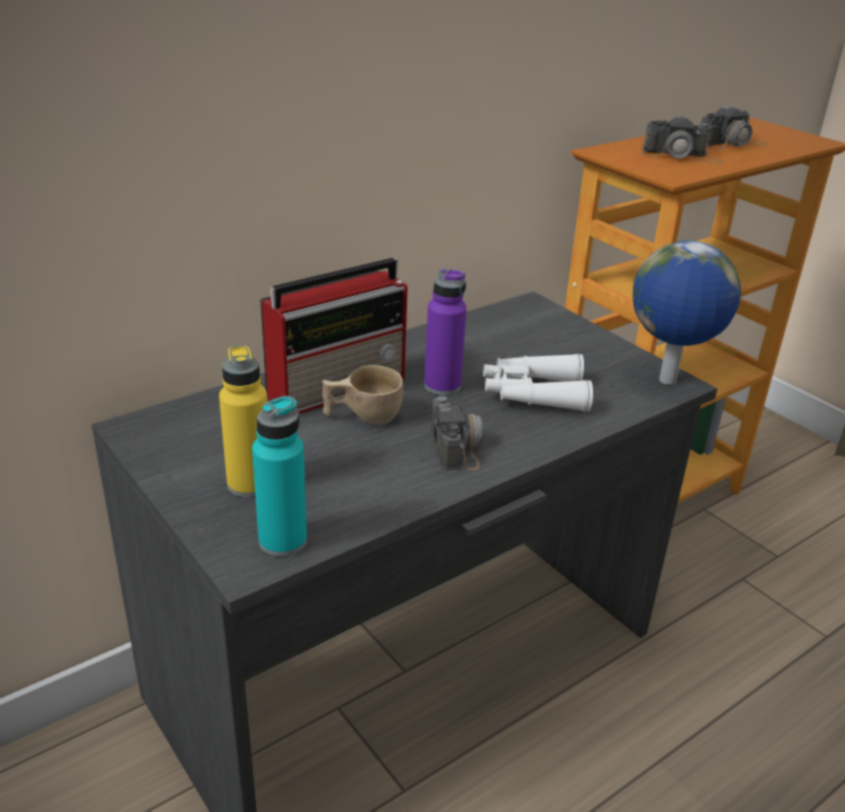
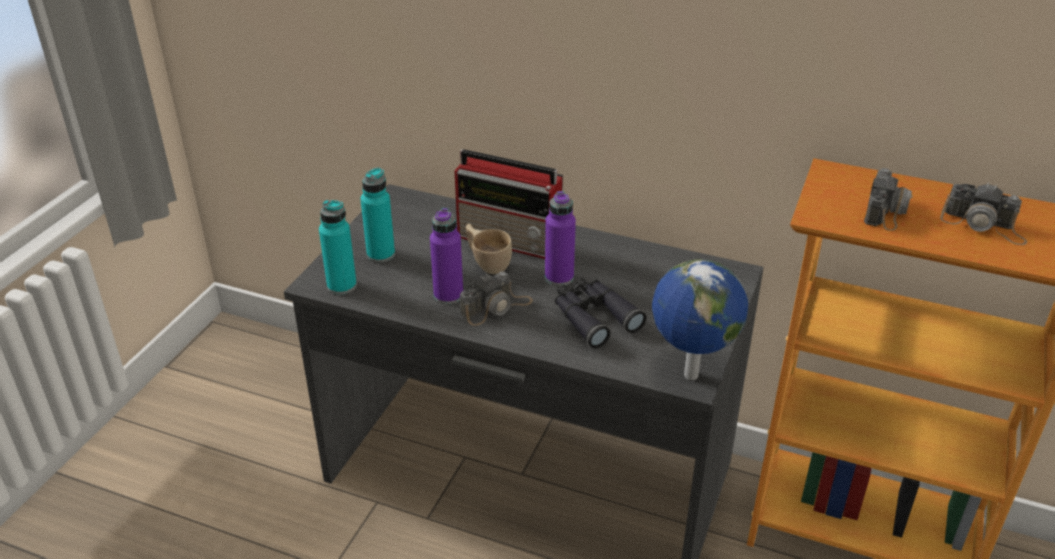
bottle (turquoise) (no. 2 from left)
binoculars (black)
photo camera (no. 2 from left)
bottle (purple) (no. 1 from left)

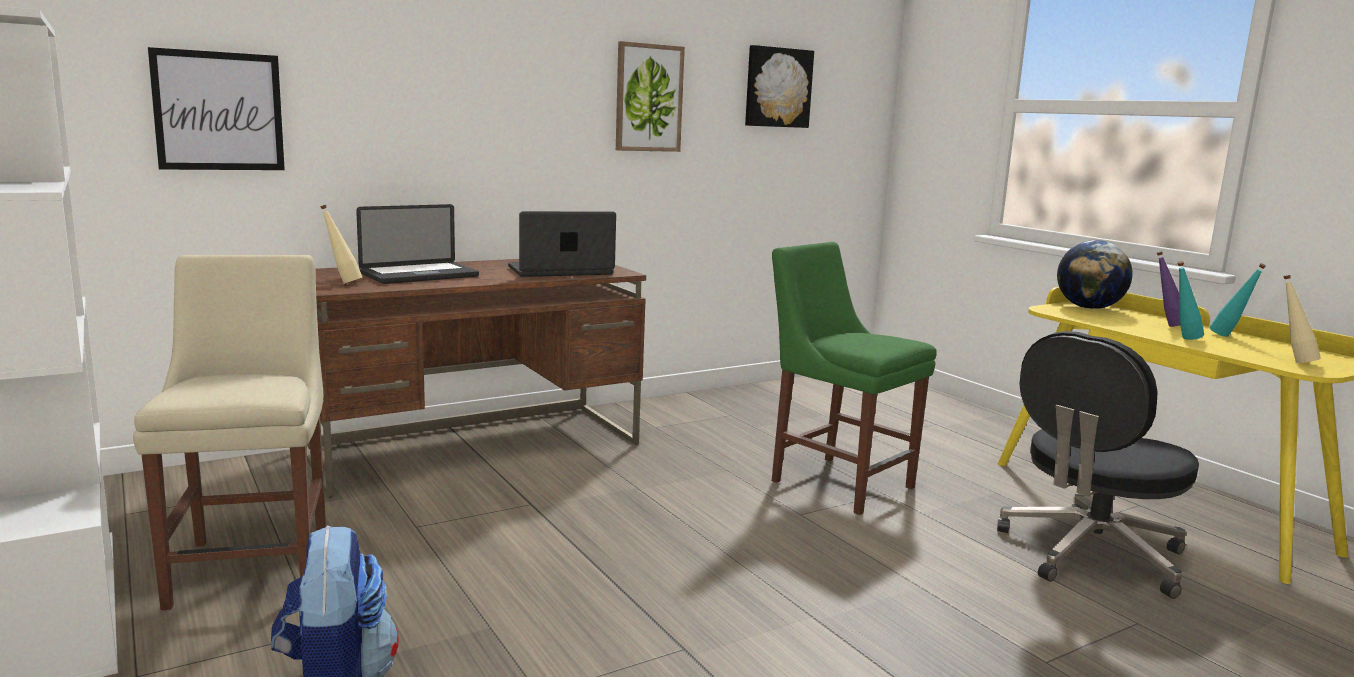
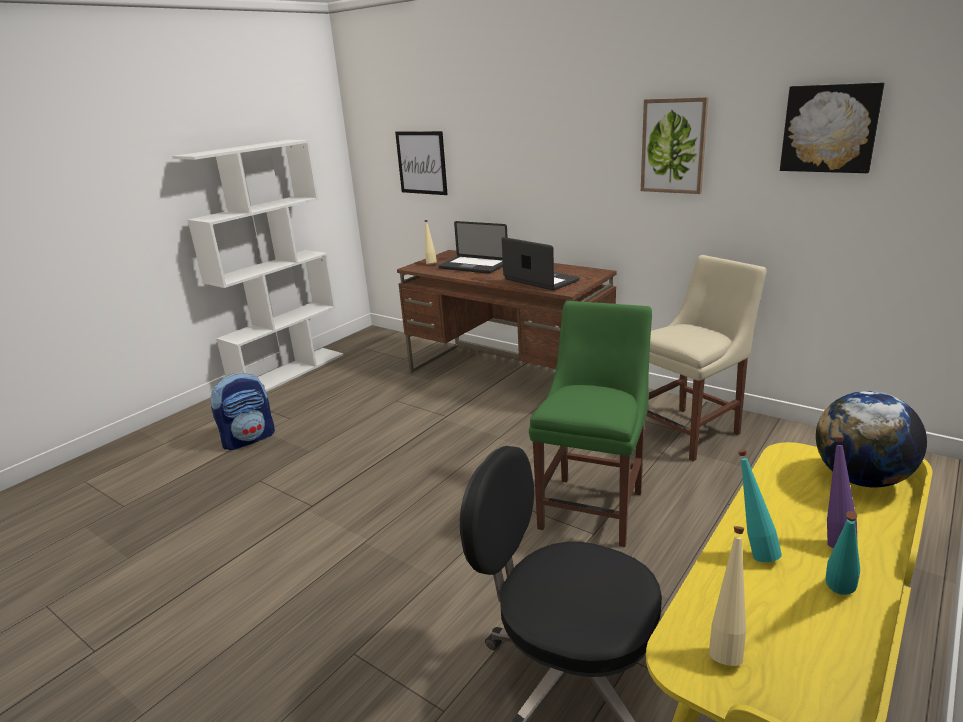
chair (beige)

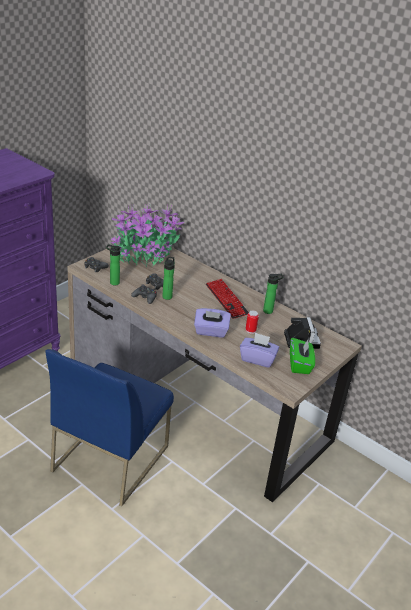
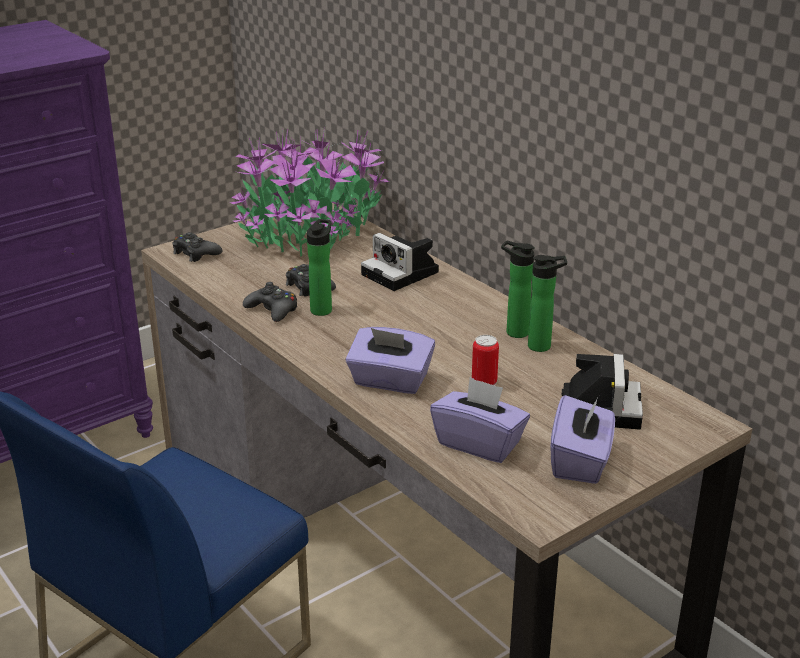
bottle (no. 2 from left)
keyboard
tissue box (purple) (no. 3 from left)
photo camera (no. 1 from left)

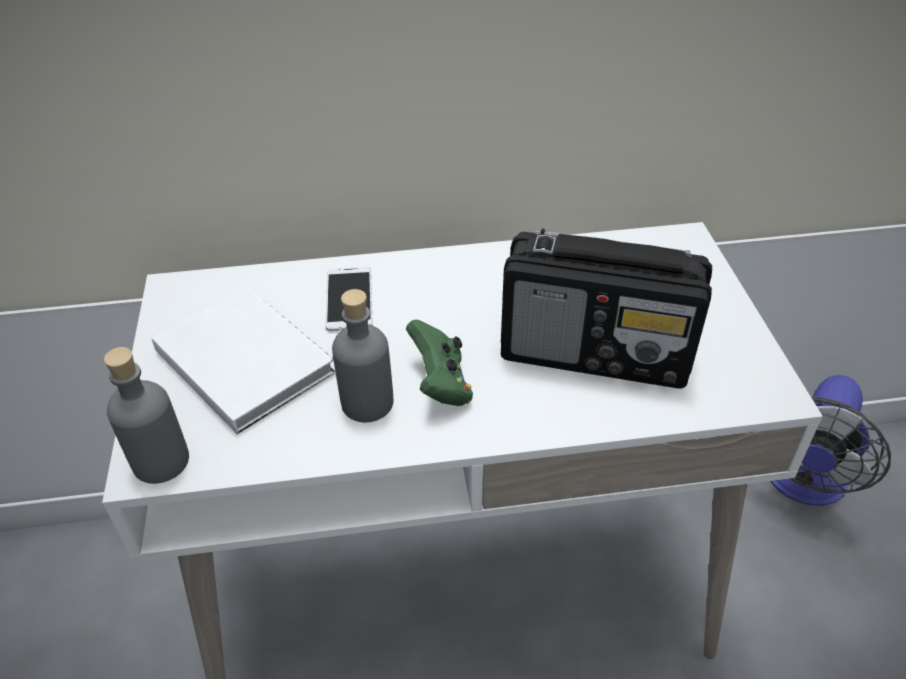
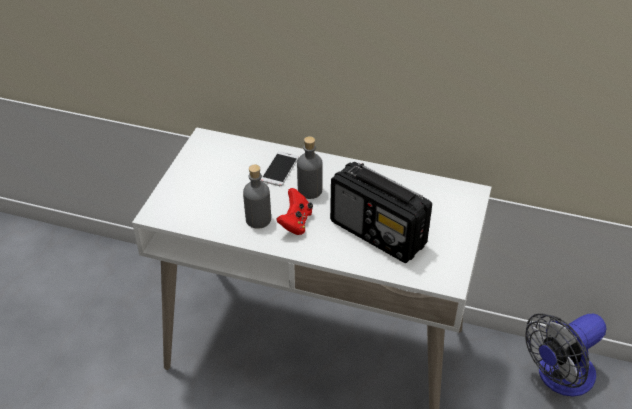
bottle (grey) (no. 2 from left)
book (white)
game controller (red)

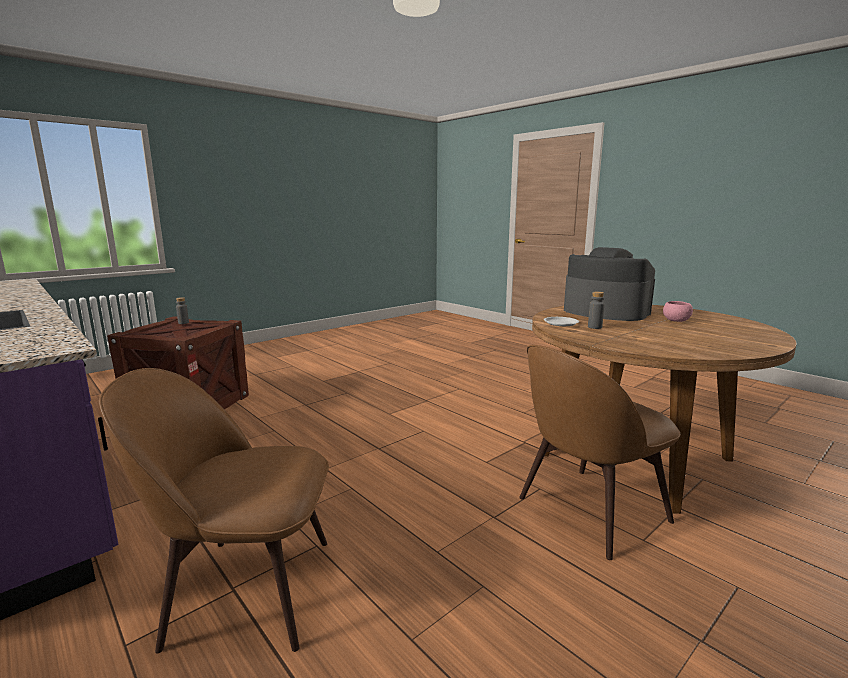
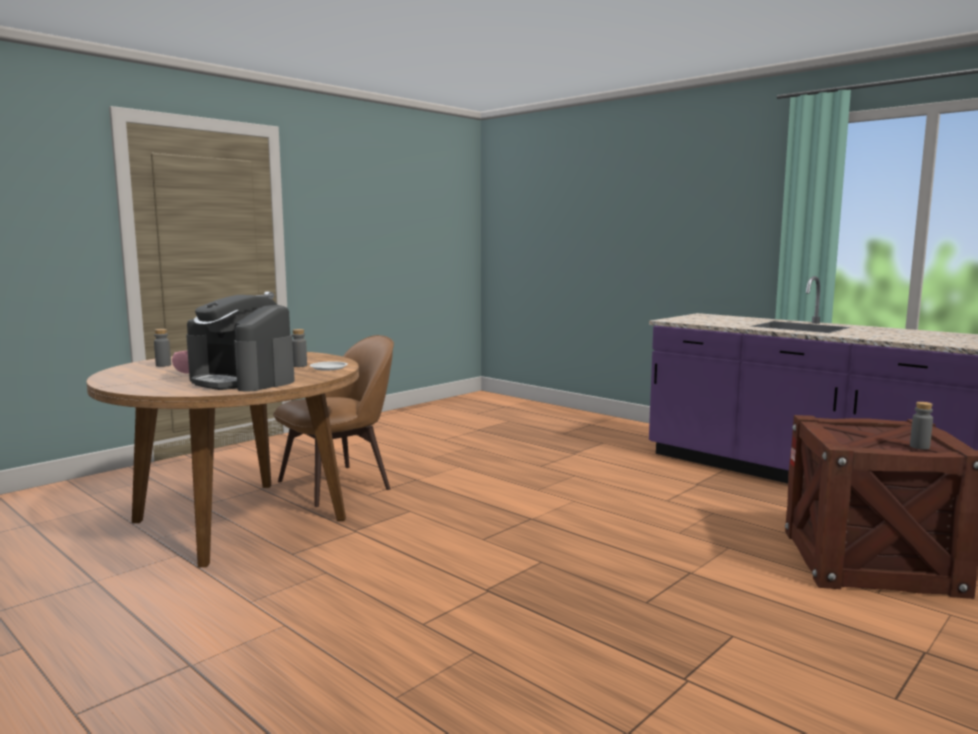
chair (brown) (no. 1 from left in the first image)
bottle (grey) (no. 1 from left)

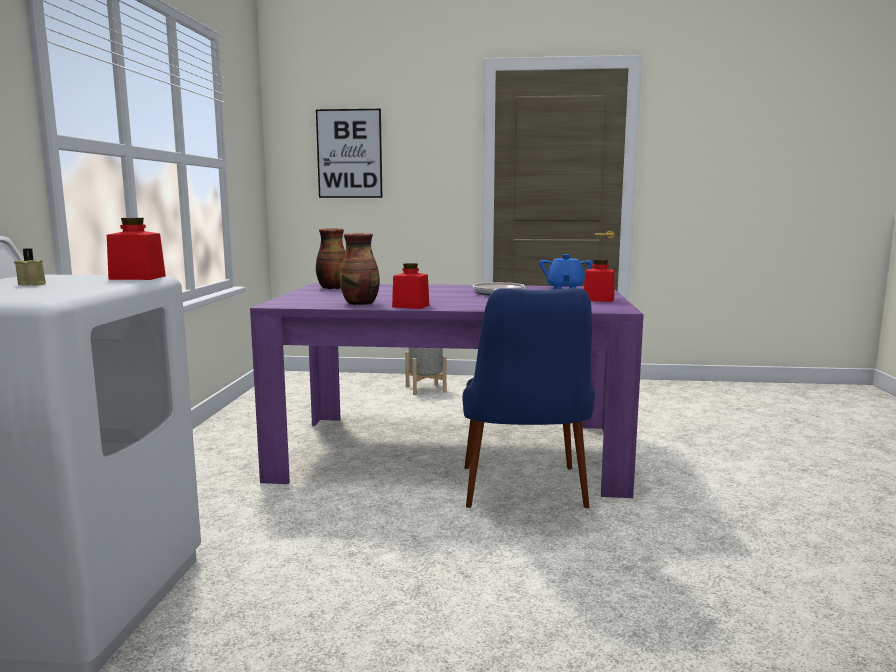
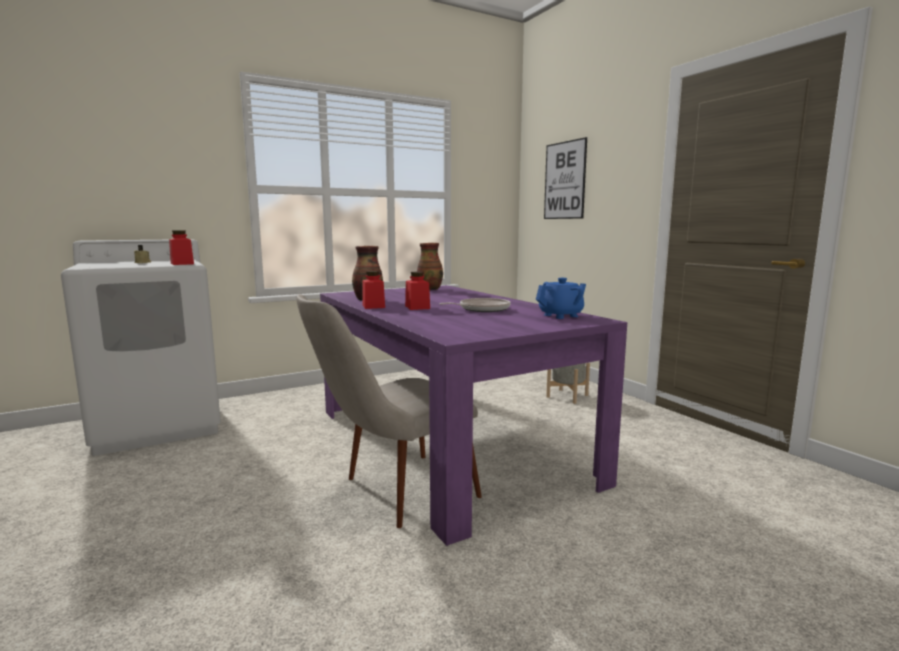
chair (beige)
jar (red) (no. 3 from left)

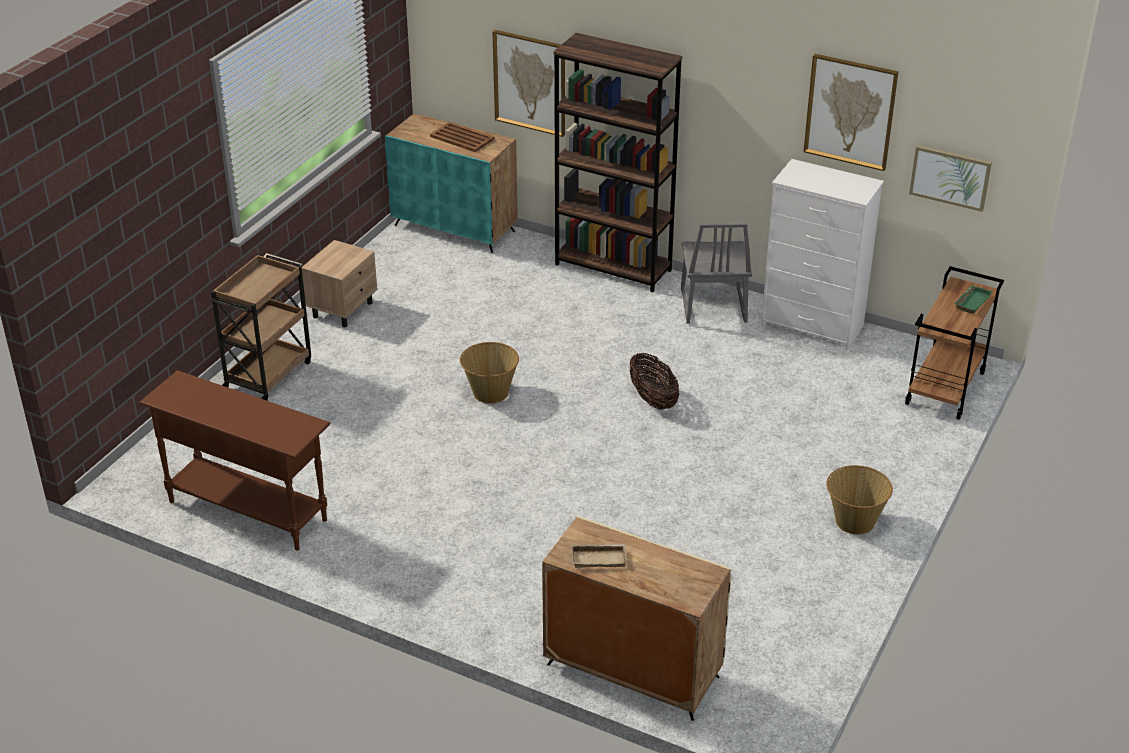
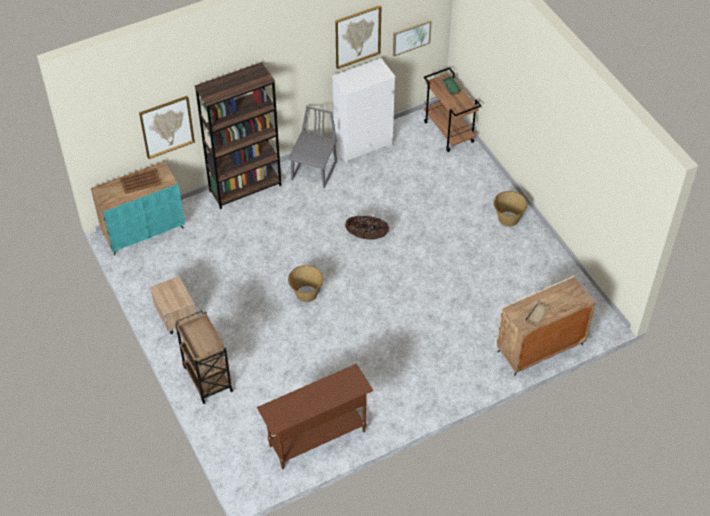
chair (grey)

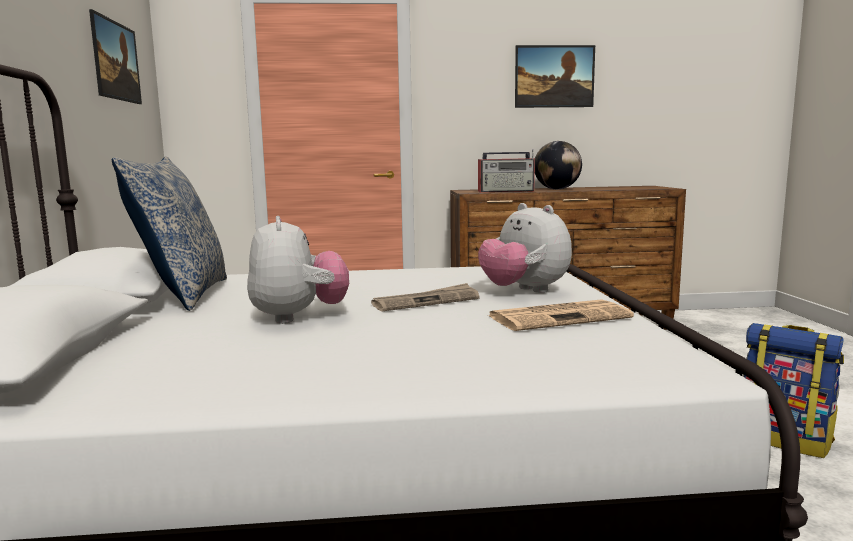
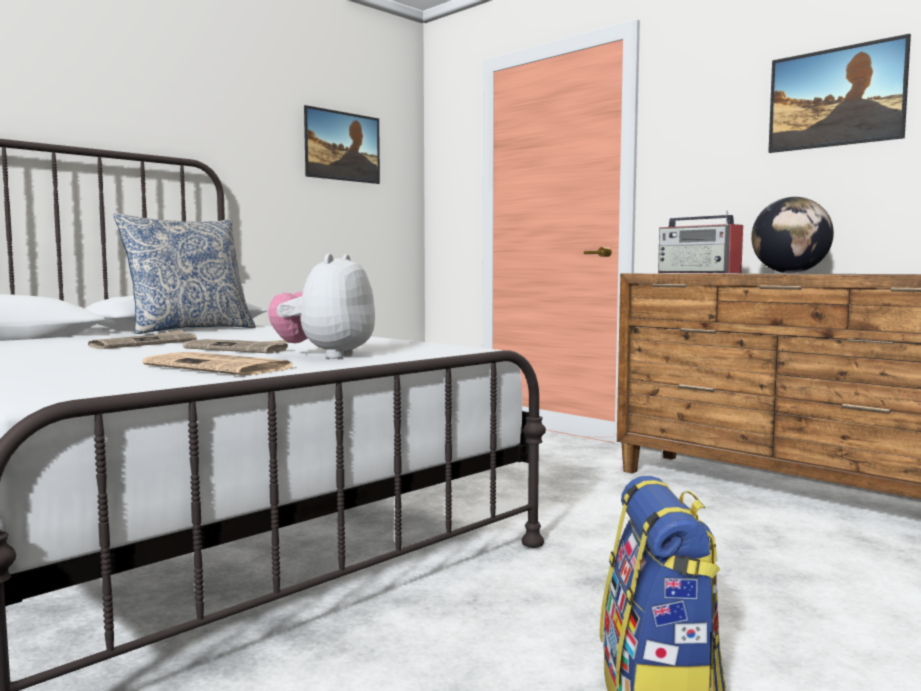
newspaper (no. 1 from left)

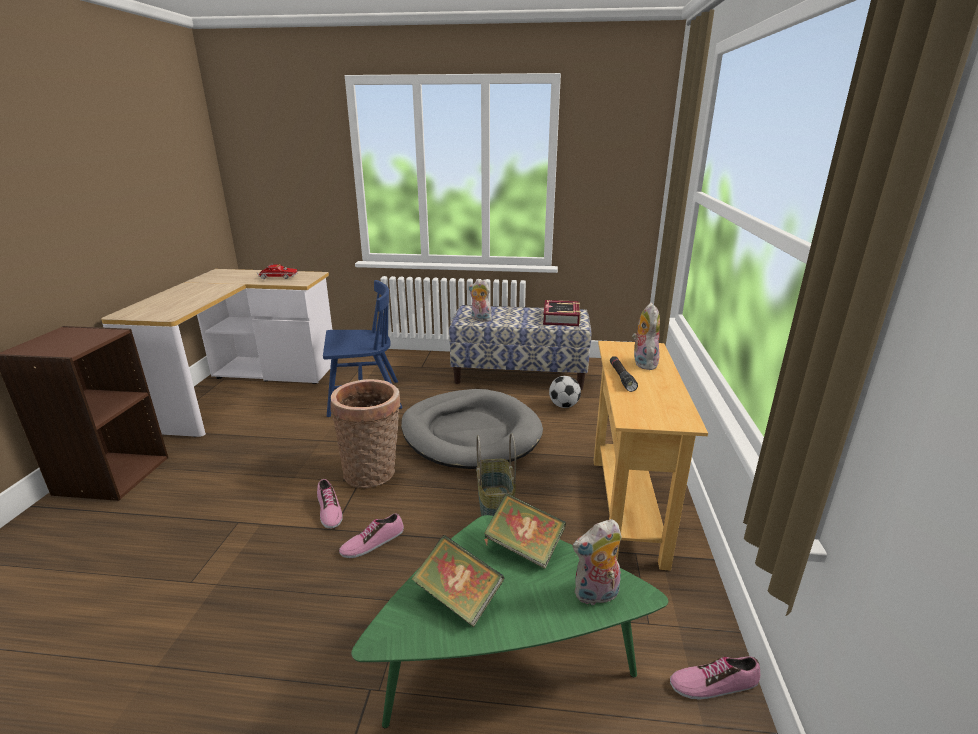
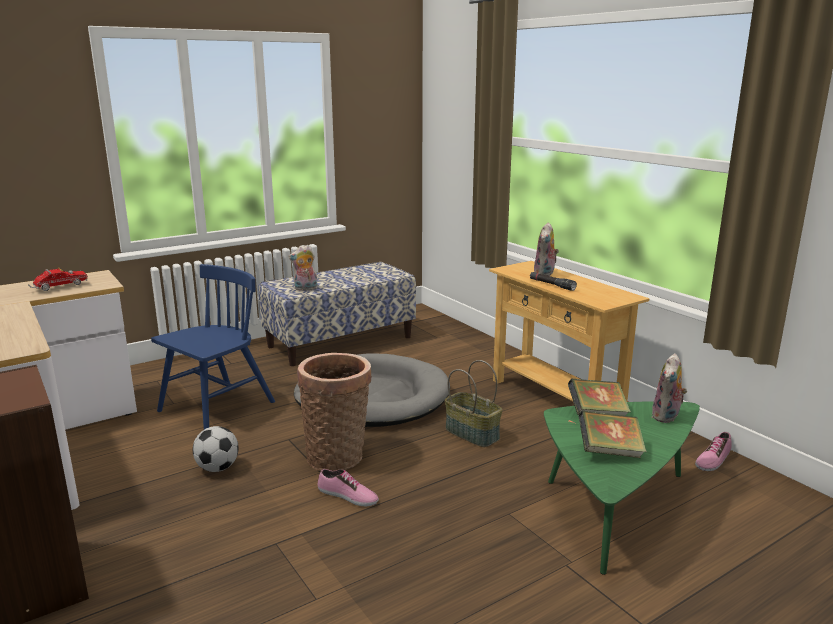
shoe (no. 2 from left in the first image)
book (no. 3 from left in the first image)
football
plush toy (no. 2 from left)

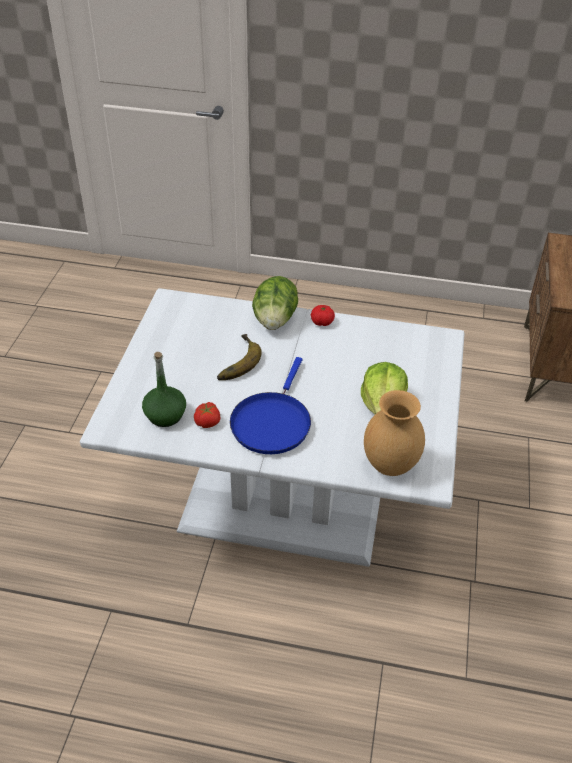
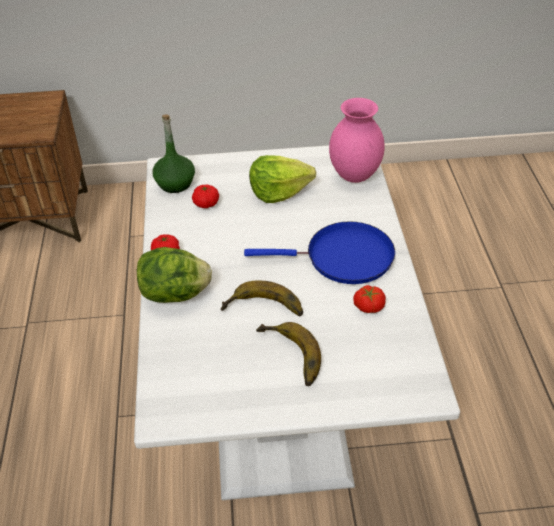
bottle (green)
vase (pink)
tomato (no. 2 from left)
banana (no. 2 from left)

